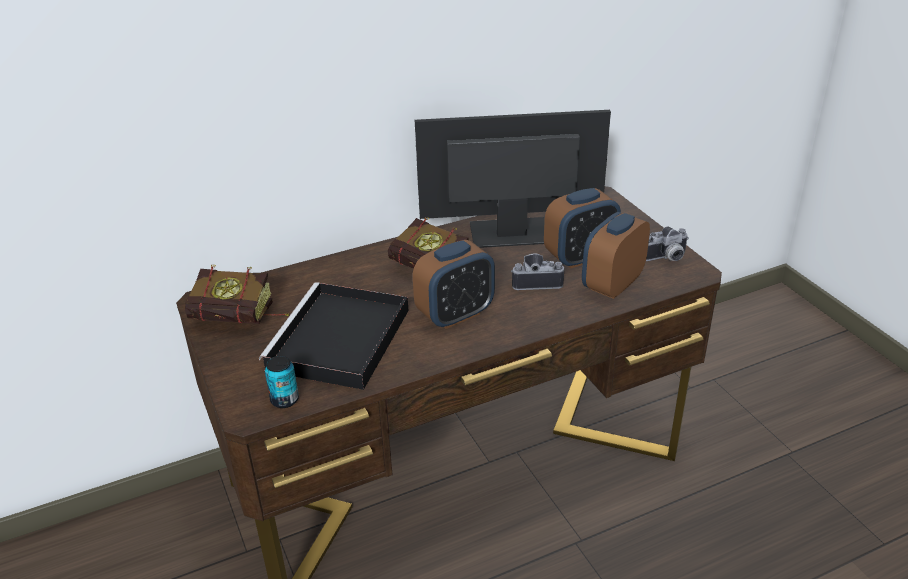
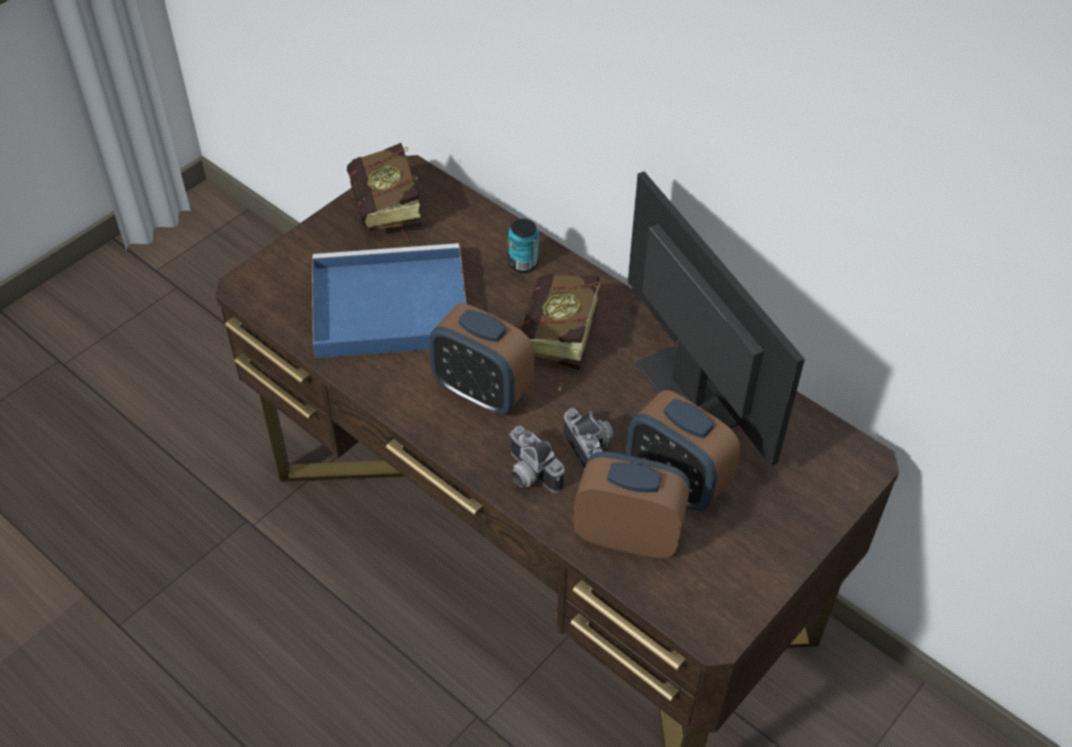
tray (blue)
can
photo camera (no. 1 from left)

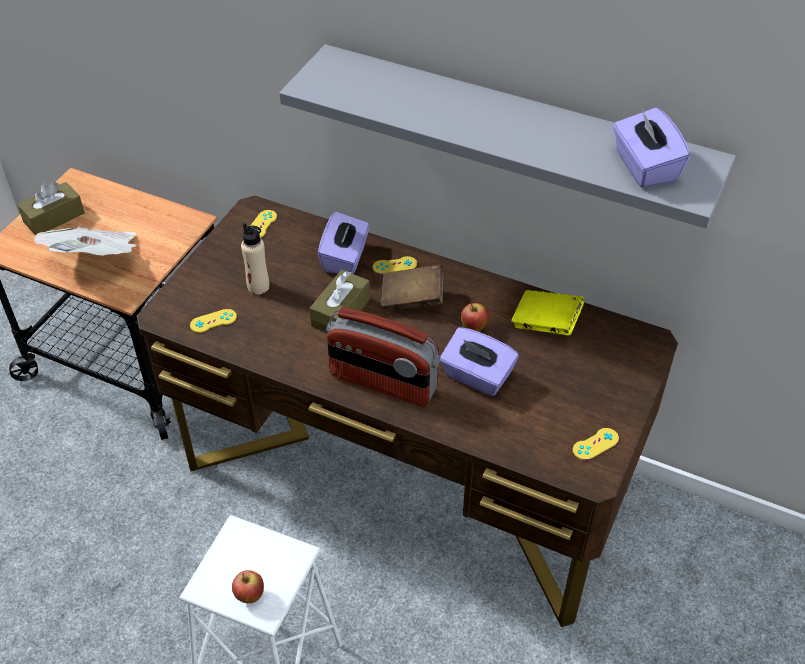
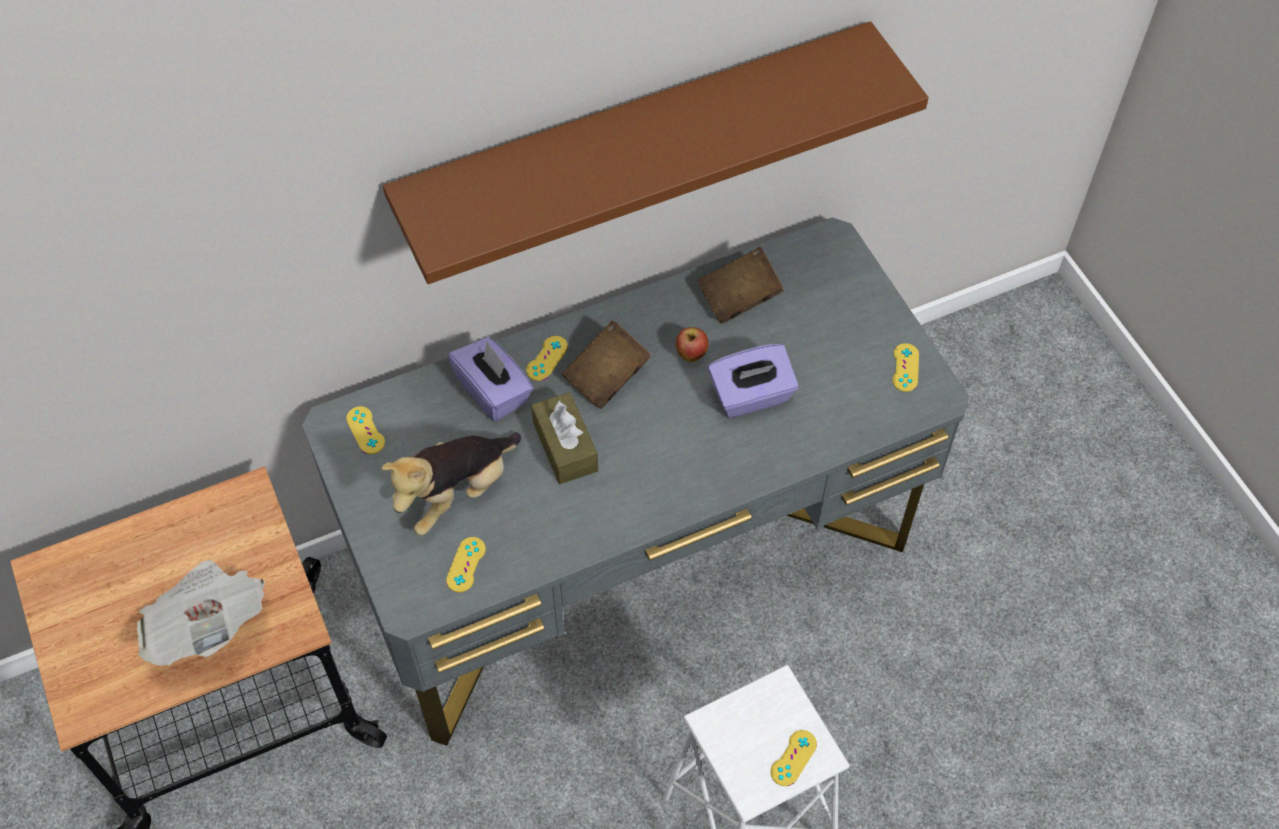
tissue box (brown) (no. 1 from left in the first image)
desk (grey)
game controller (yellow) (no. 4 from left)
plush toy
shelf (brown)
radio
book (brown) (no. 2 from left)
tissue box (purple) (no. 3 from left in the first image)

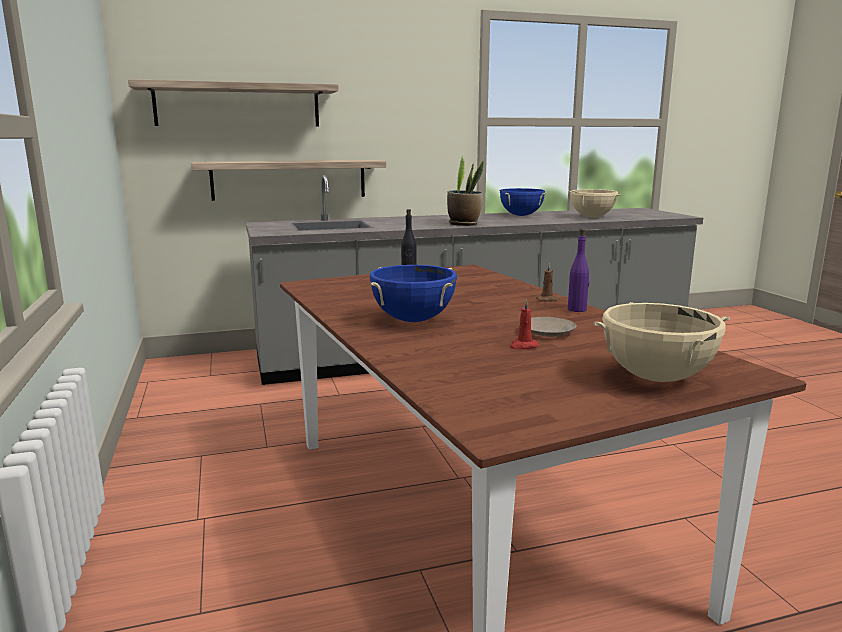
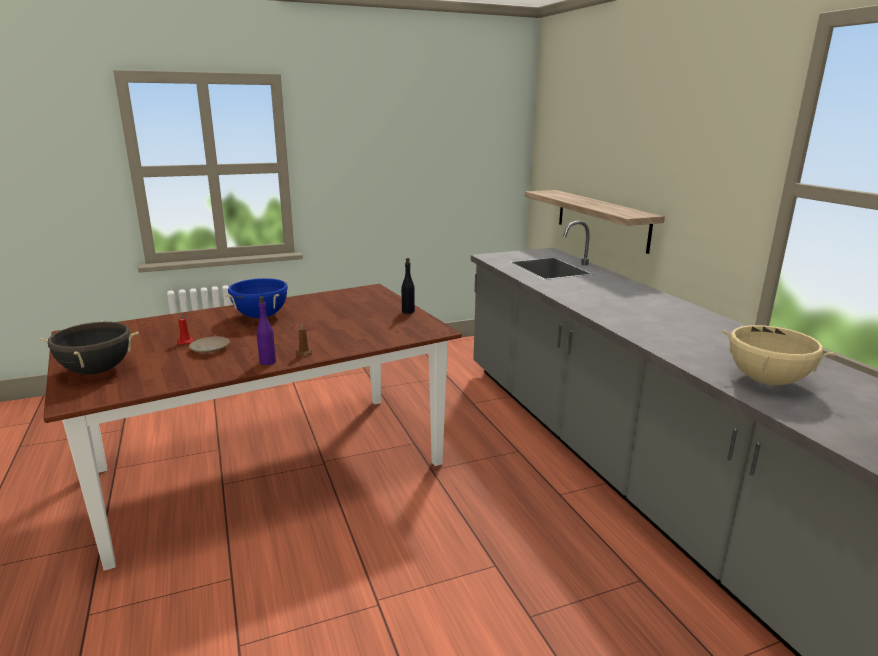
shelf (no. 1 from left in the first image)
potted plant
cooking pot (blue) (no. 2 from left in the first image)
cooking pot (black)

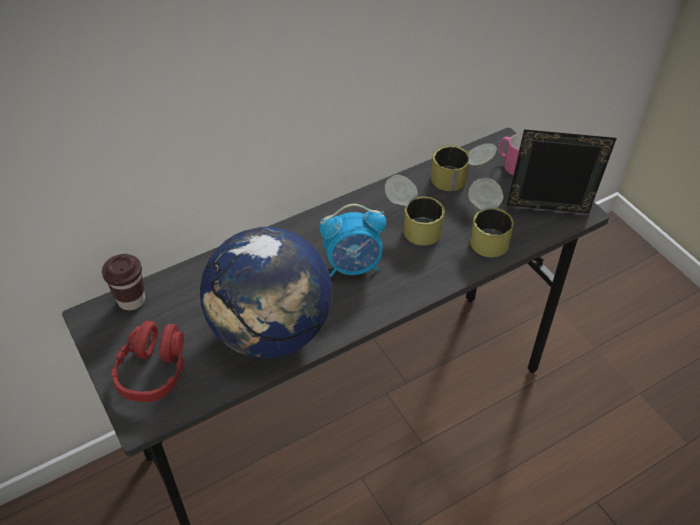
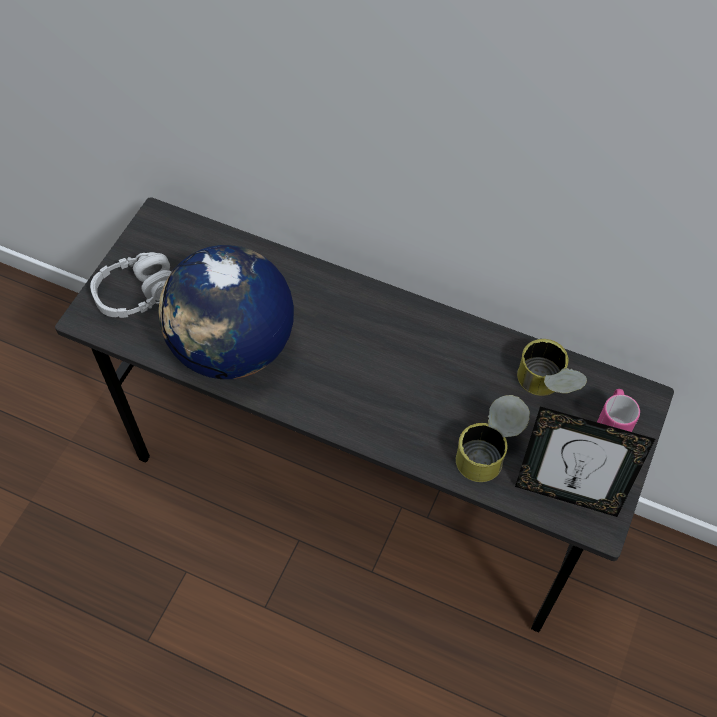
cup (brown)
headphones (grey)
alarm clock
can (no. 1 from left in the first image)
picture frame

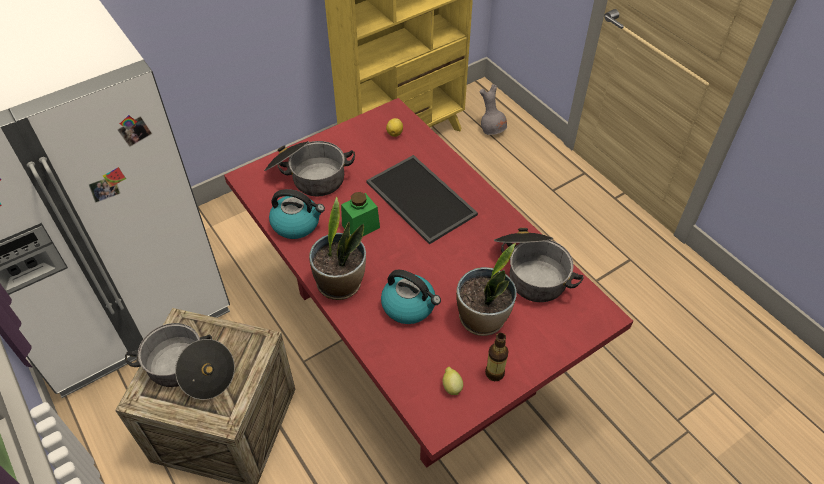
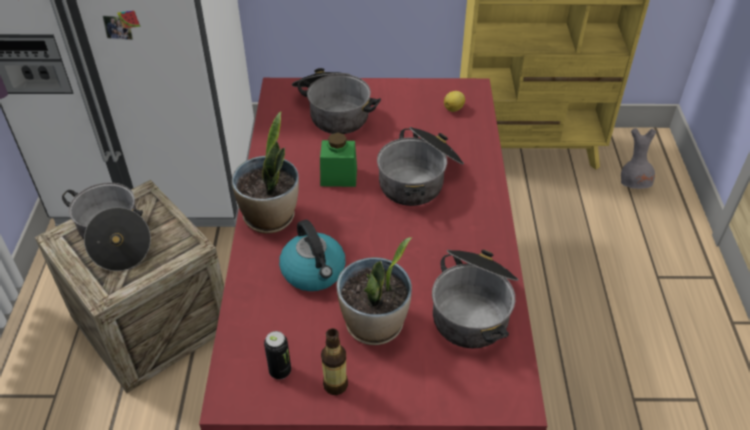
kettle (no. 1 from left in the first image)
cooking pot (no. 3 from left)
can

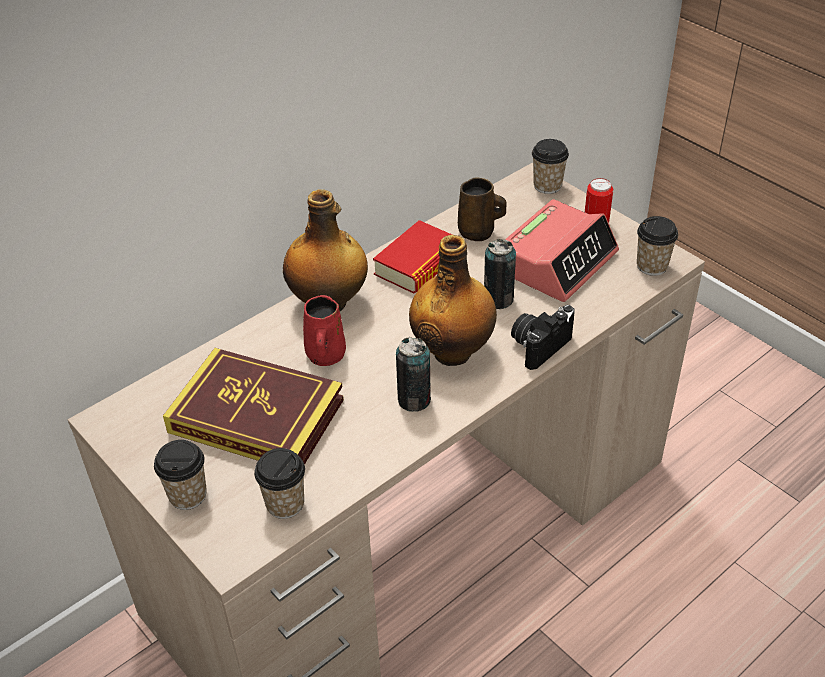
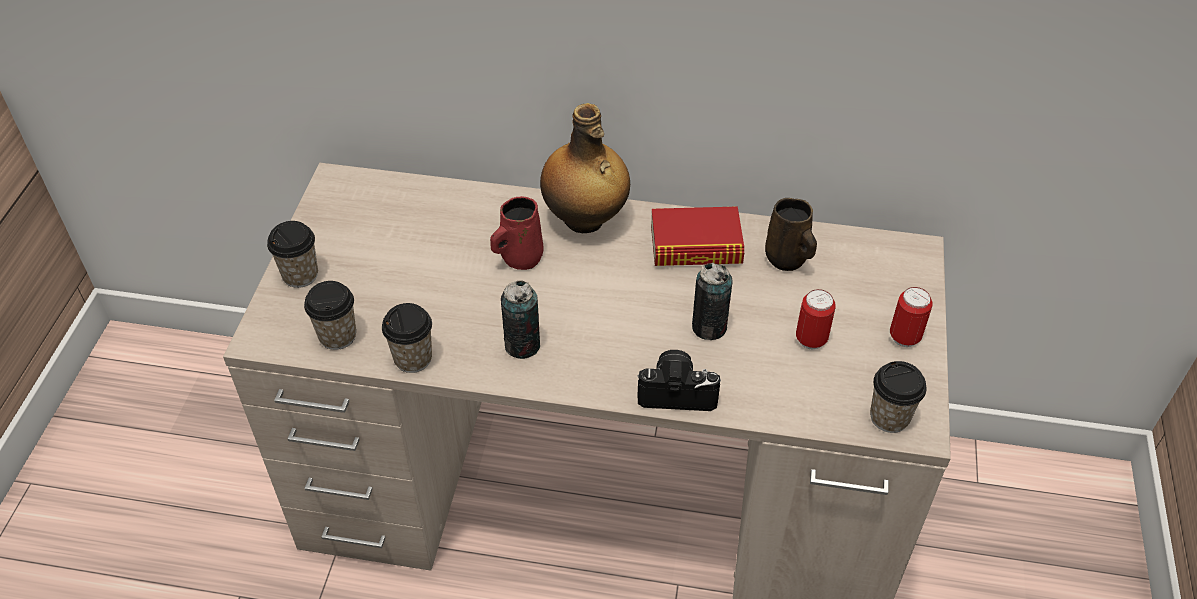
book (no. 1 from left in the first image)
bottle (no. 2 from left in the first image)
can (no. 3 from left)
cup (no. 3 from left)

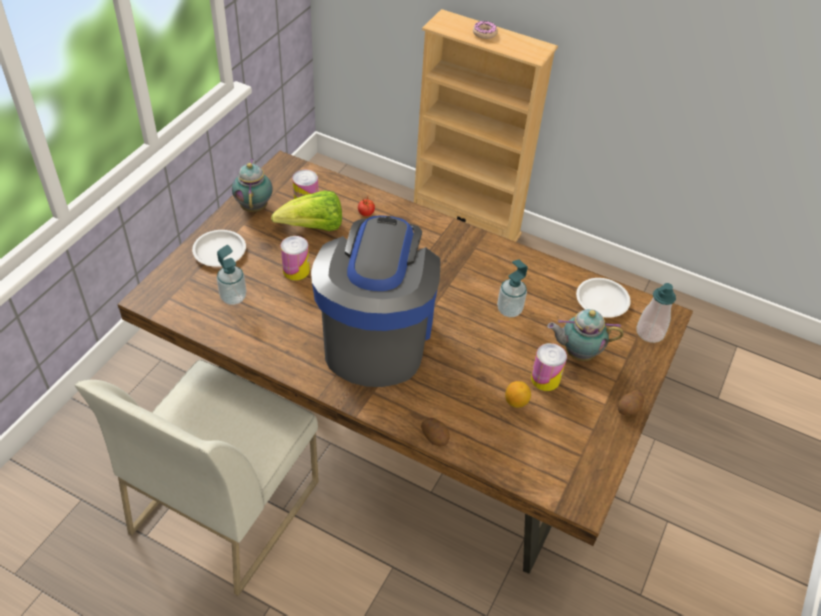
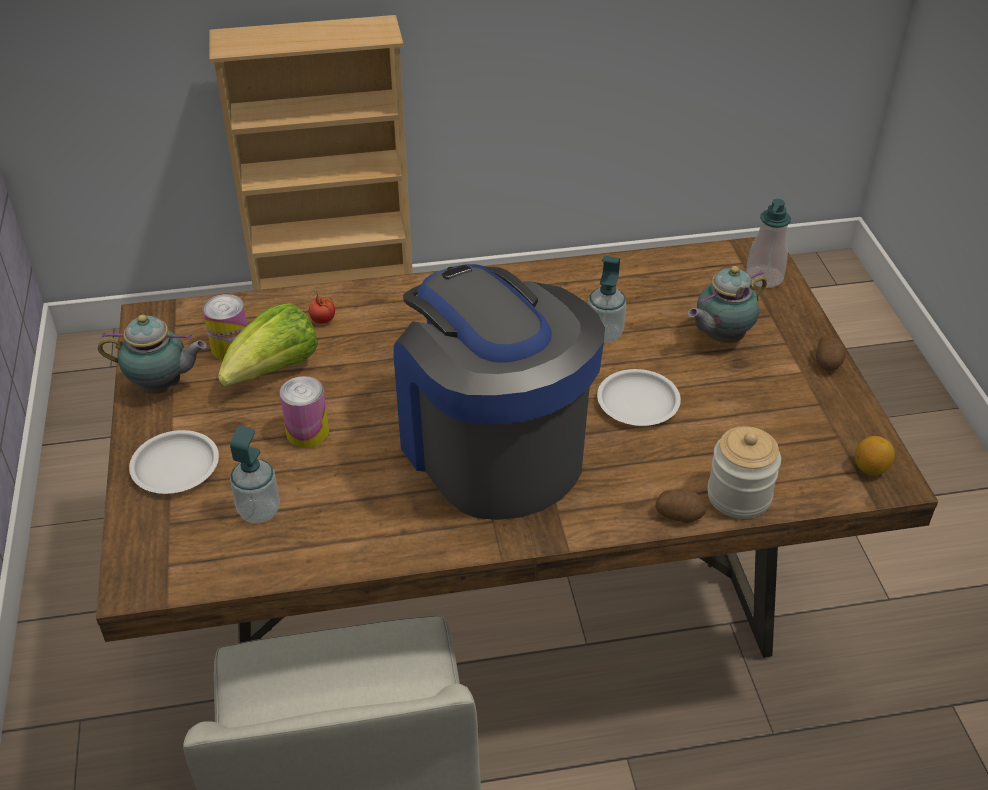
teapot (no. 1 from left)
donut
lemon
can (no. 3 from left in the first image)
plate (white) (no. 2 from left)
jar

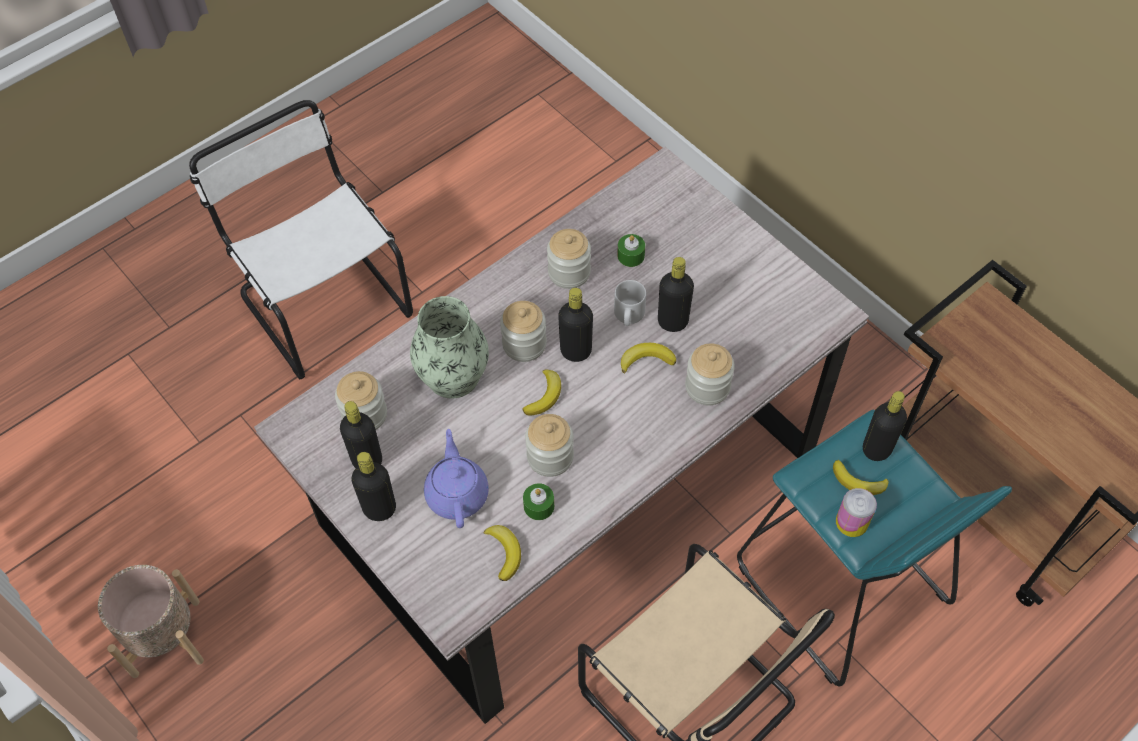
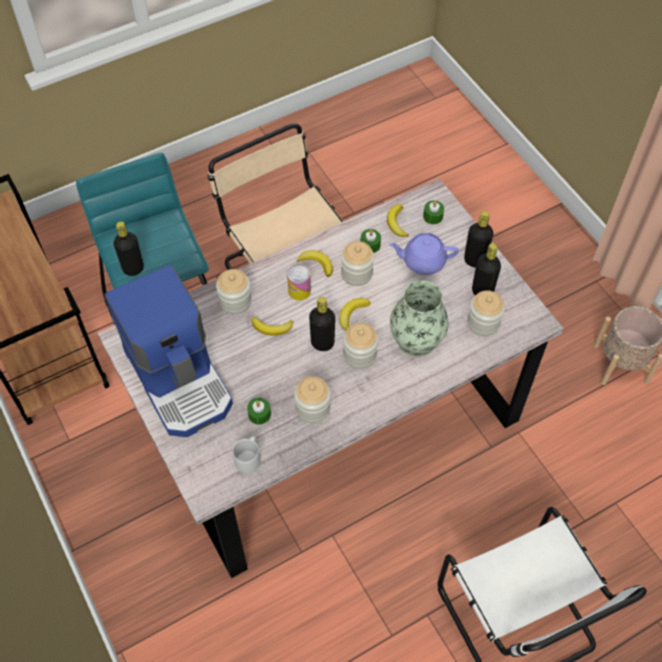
teapot (purple)
mug (grey)
bottle (black) (no. 4 from left in the first image)
banana (no. 2 from left)
can
coffee machine
candle (green) (no. 3 from left)

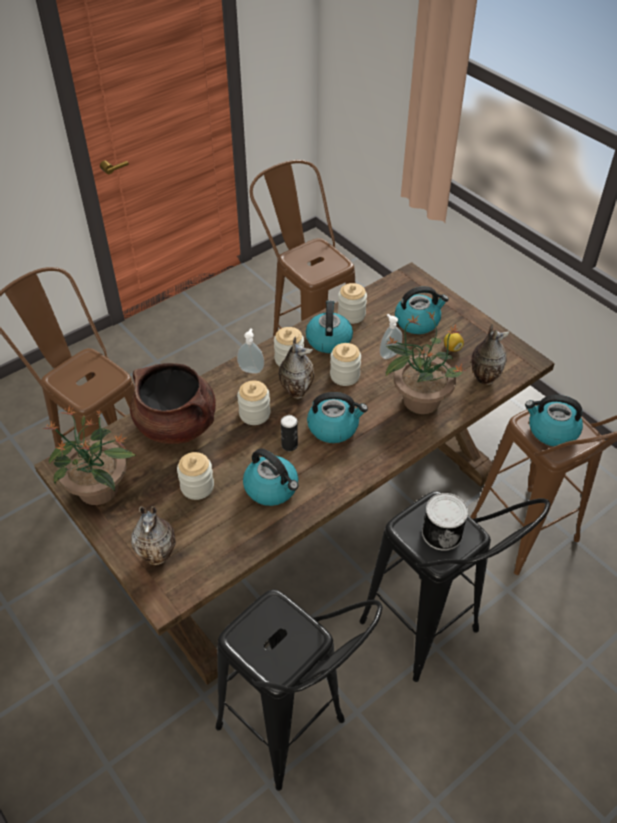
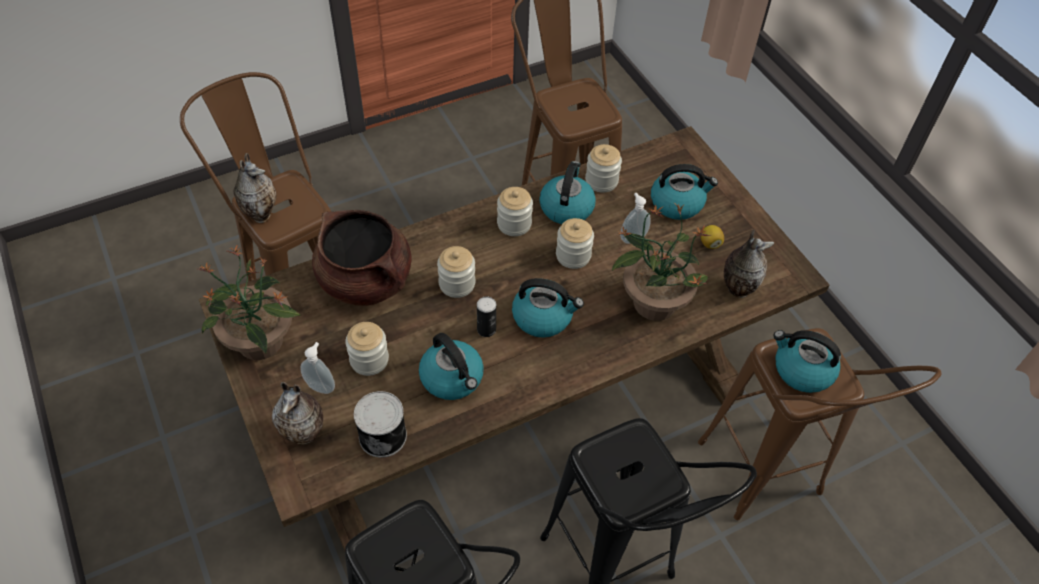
soap dispenser (no. 1 from left)
vase (no. 1 from left)
can (no. 1 from left)

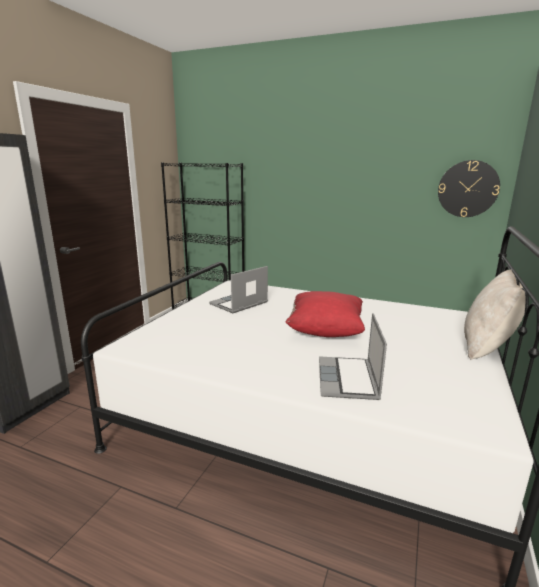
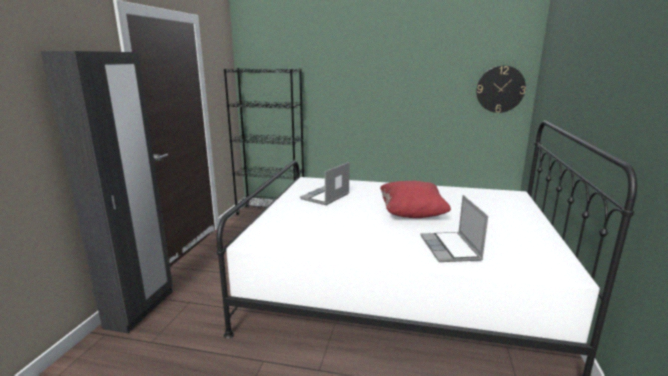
pillow (beige)

